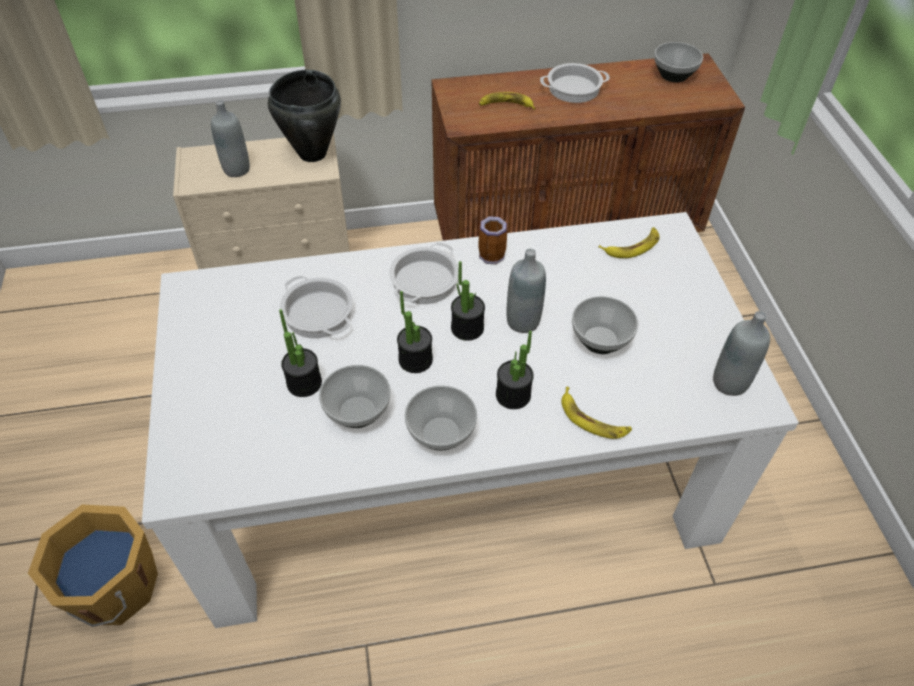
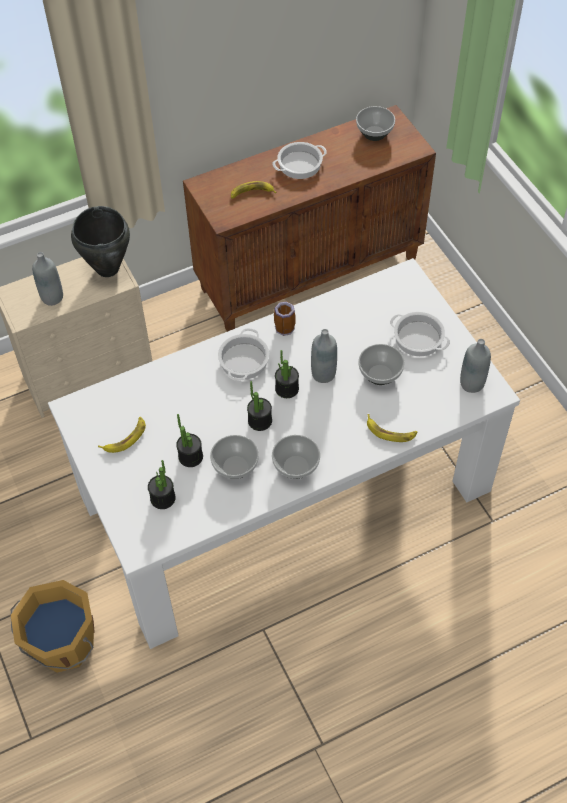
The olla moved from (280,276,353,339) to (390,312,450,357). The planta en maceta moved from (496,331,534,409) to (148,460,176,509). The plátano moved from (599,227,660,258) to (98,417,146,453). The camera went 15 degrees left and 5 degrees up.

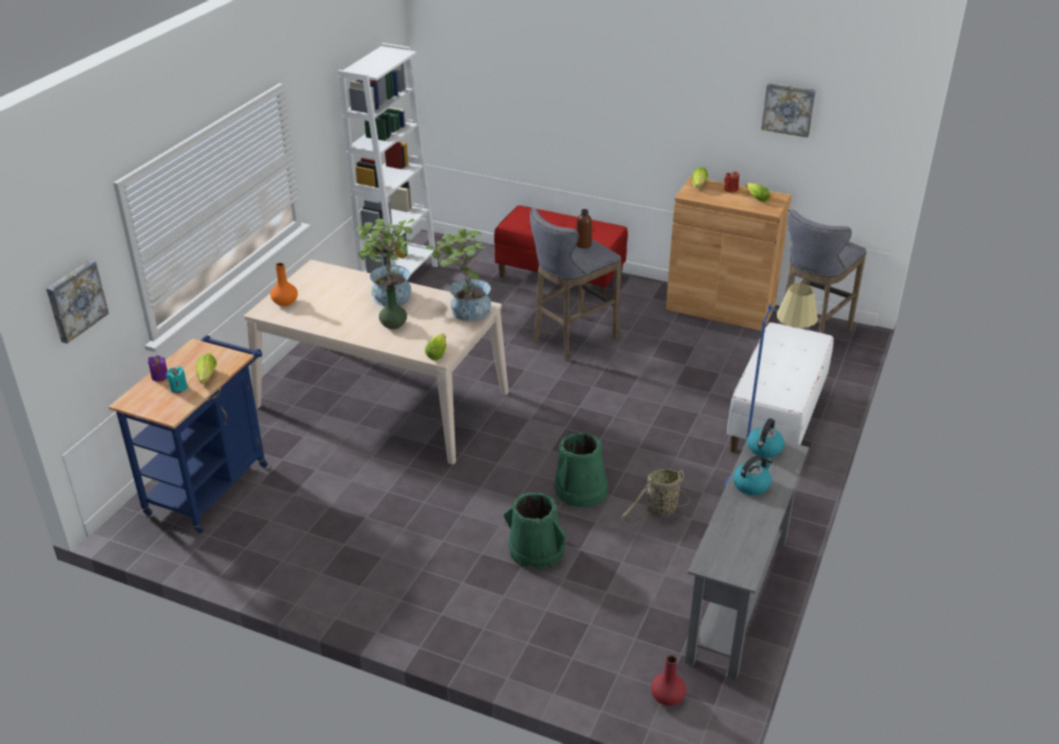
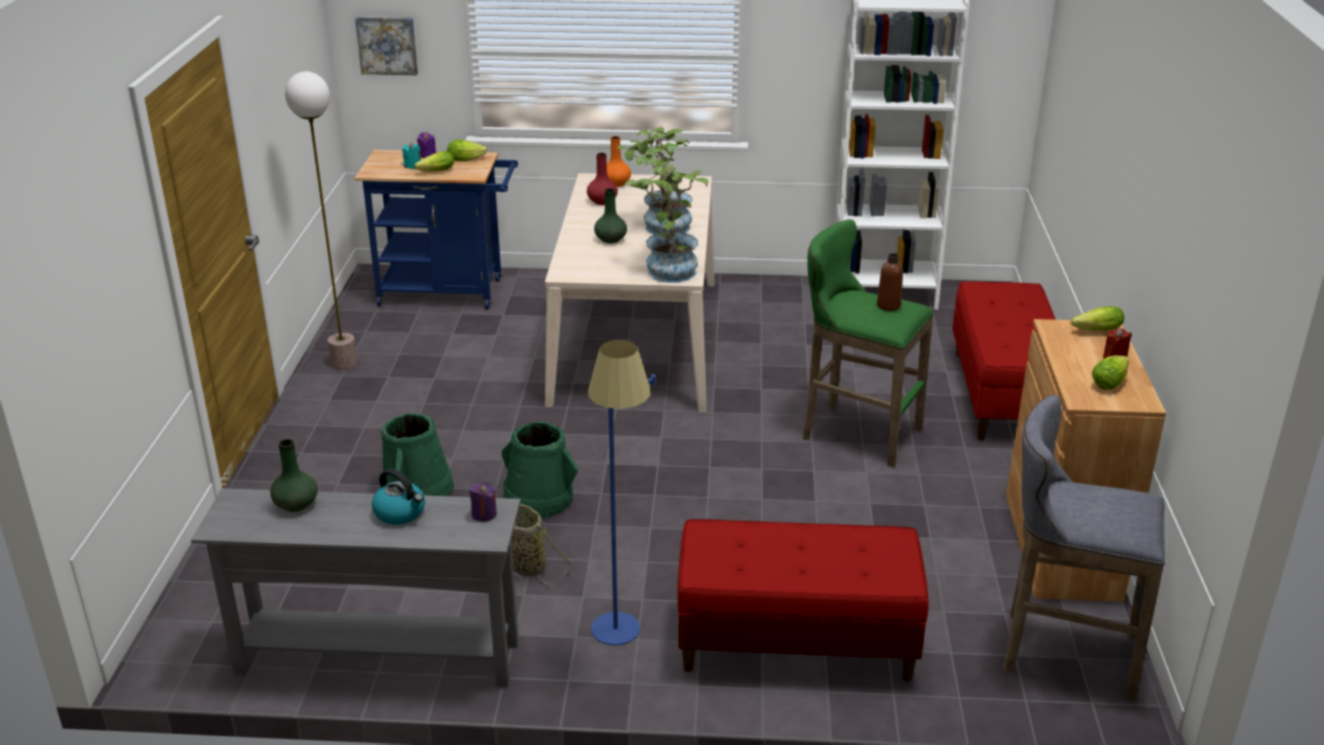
The cuadro at (761,83,816,138) disappeared. The florero (verde) at (270,439,318,512) appeared. The lámpara de pie at (285,72,357,370) appeared. The lechuga moved from (425,334,446,361) to (447,139,487,161). The florero (rojo) moved from (651,655,686,706) to (587,153,618,205). The hervidor at (747,418,784,458) was replaced by the vela (morado) at (470,481,497,522). The taburete (gris) at (530,208,622,361) became the taburete (verde) at (803,219,934,468). The banco (blanco) at (727,322,834,452) became the banco (rojo) at (677,519,929,682). The camera went 70 degrees right and 5 degrees down.

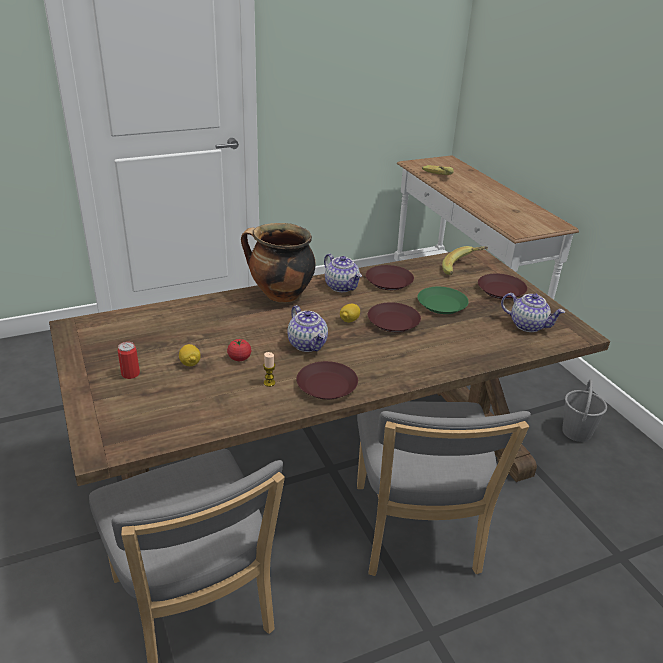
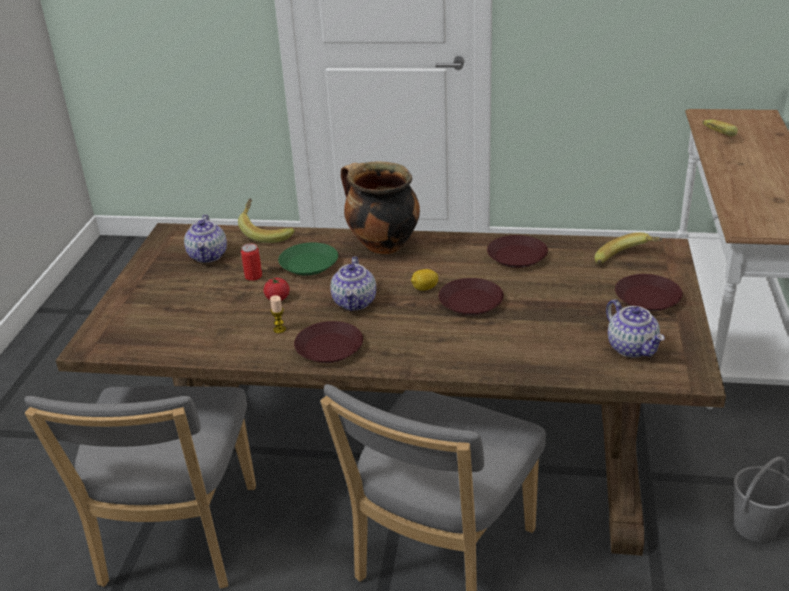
The limón at (179,344,201,366) disappeared. The plátano at (238,199,295,243) appeared. The lata moved from (118,342,140,379) to (241,243,262,281). The tetera moved from (324,253,362,292) to (184,214,227,263). The plato (verde) moved from (417,287,469,314) to (278,242,338,275). The camera went 35 degrees right and 0 degrees up.

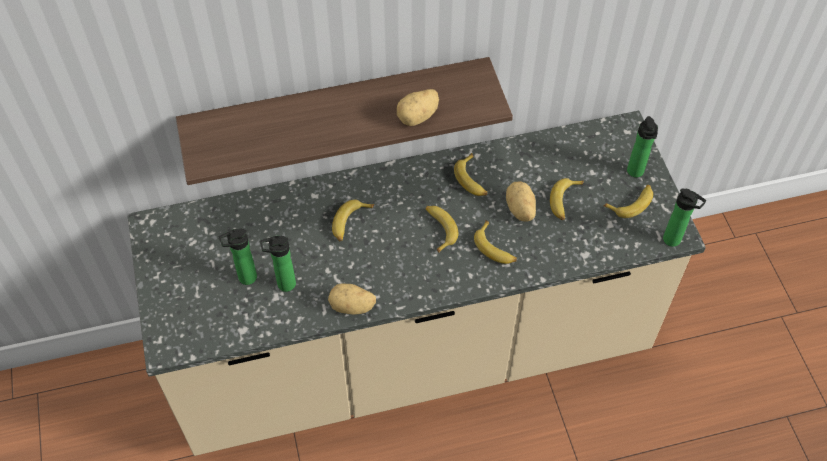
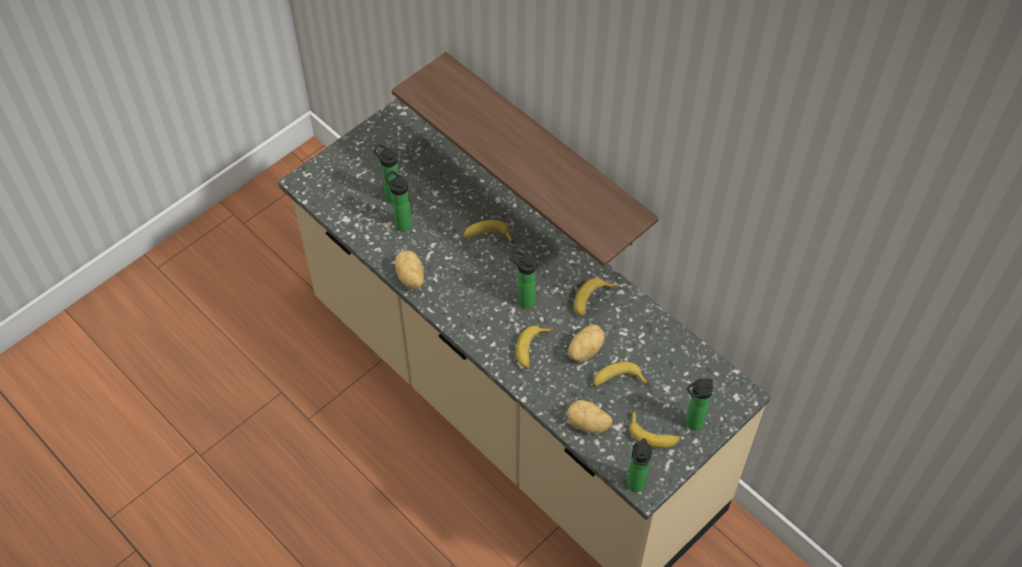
The patata moved from (397,89,439,126) to (567,400,613,433). The plátano at (426,206,458,253) was replaced by the botella at (511,250,536,309). The camera went 60 degrees right and 0 degrees up.

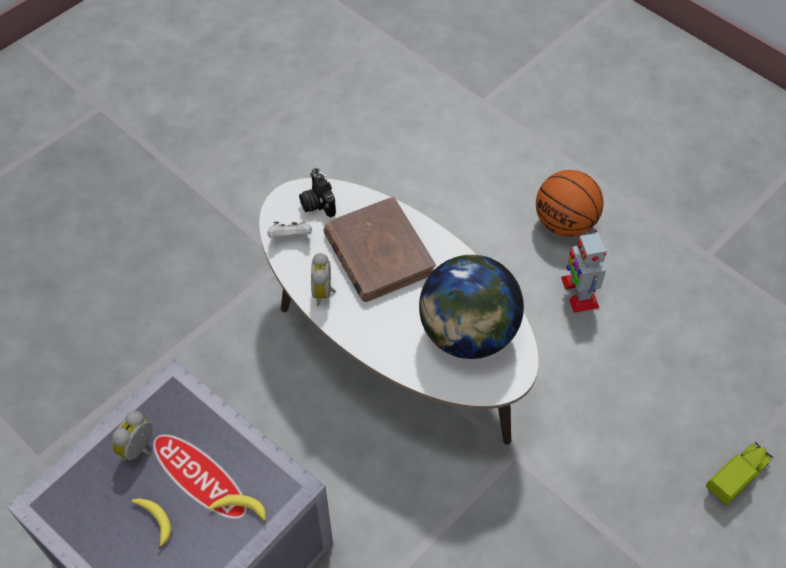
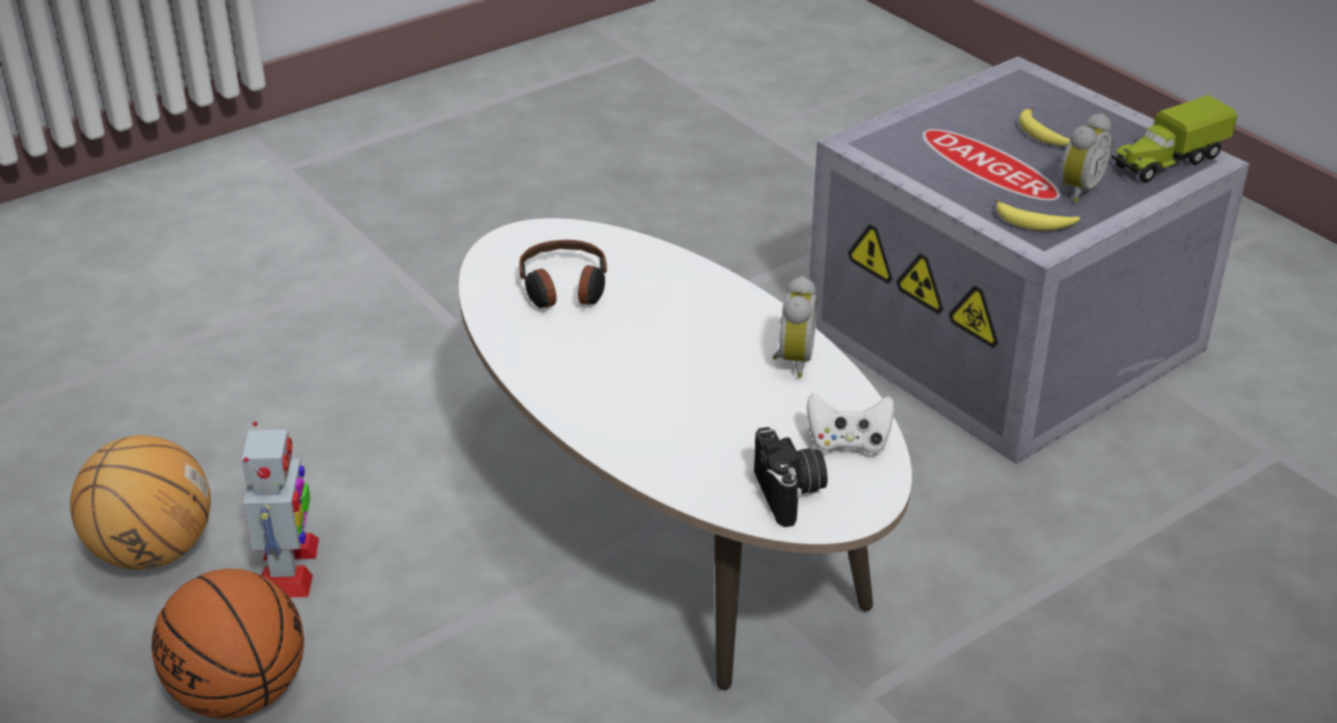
The libro (marrón) at (324,197,436,302) disappeared. The balón de baloncesto at (70,435,211,570) appeared. The plátano moved from (208,494,266,524) to (996,199,1080,230). The camión de juguete moved from (705,442,773,506) to (1111,95,1237,183). The globo terráqueo at (419,255,524,359) was replaced by the auriculares at (519,240,607,308). The camera went 170 degrees left and 20 degrees down.

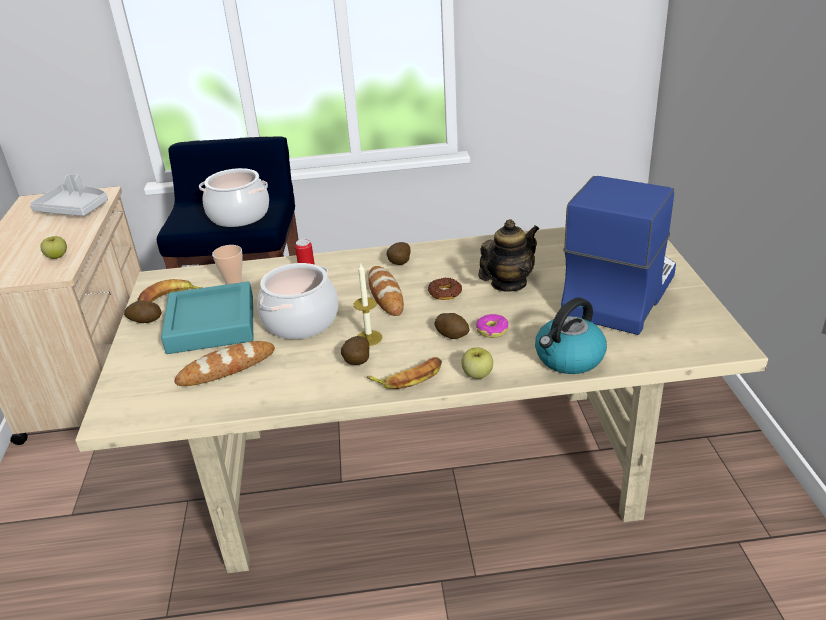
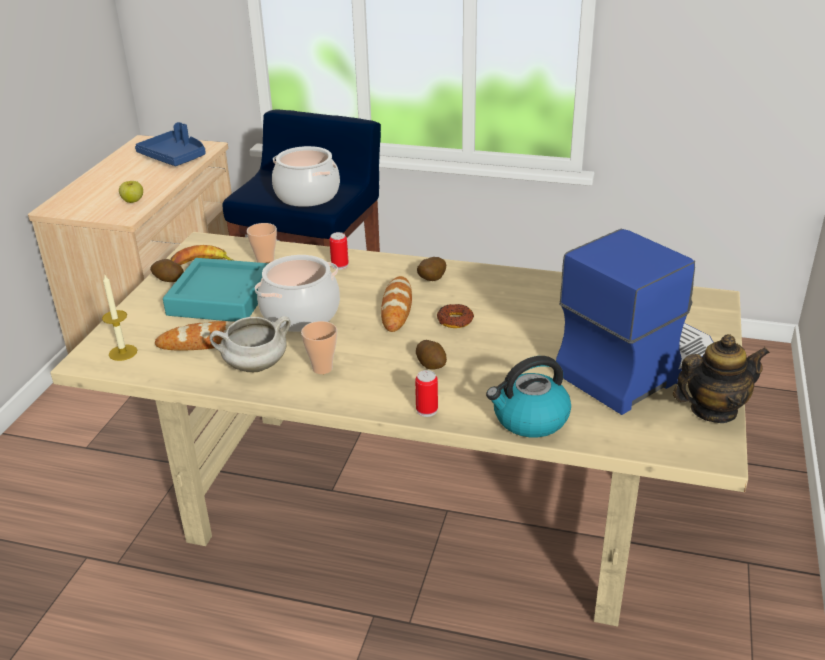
The plátano at (366,357,442,389) disappeared. The rosquilla at (476,314,509,338) disappeared. The olla (blanco) at (210,316,291,372) appeared. The vela moved from (354,262,382,346) to (102,275,137,361). The tetera moved from (478,219,539,292) to (673,334,770,423). The patata at (341,336,369,365) was replaced by the taza at (301,321,337,374). The manzana at (461,347,493,379) was replaced by the lata at (415,370,438,417). The bandeja (gris) at (30,174,108,216) became the bandeja (azul) at (135,122,206,166). The camera went 20 degrees right and 0 degrees up.

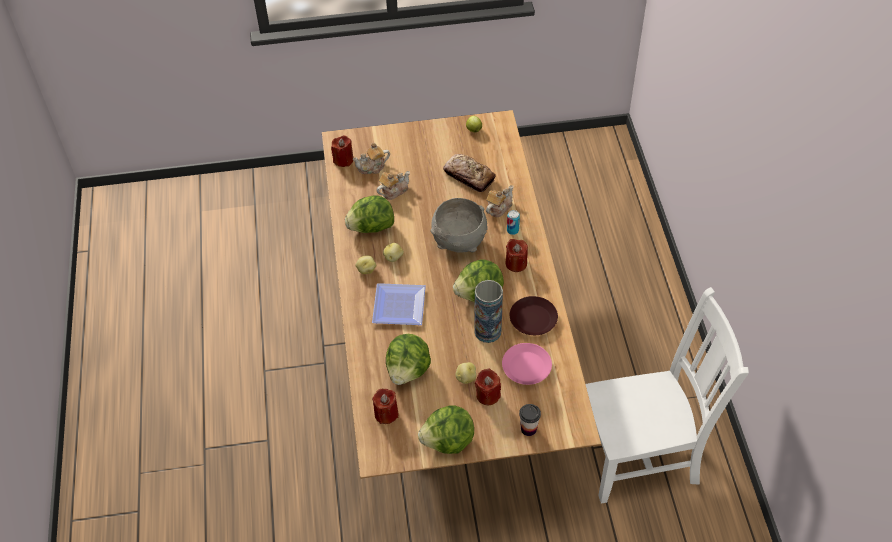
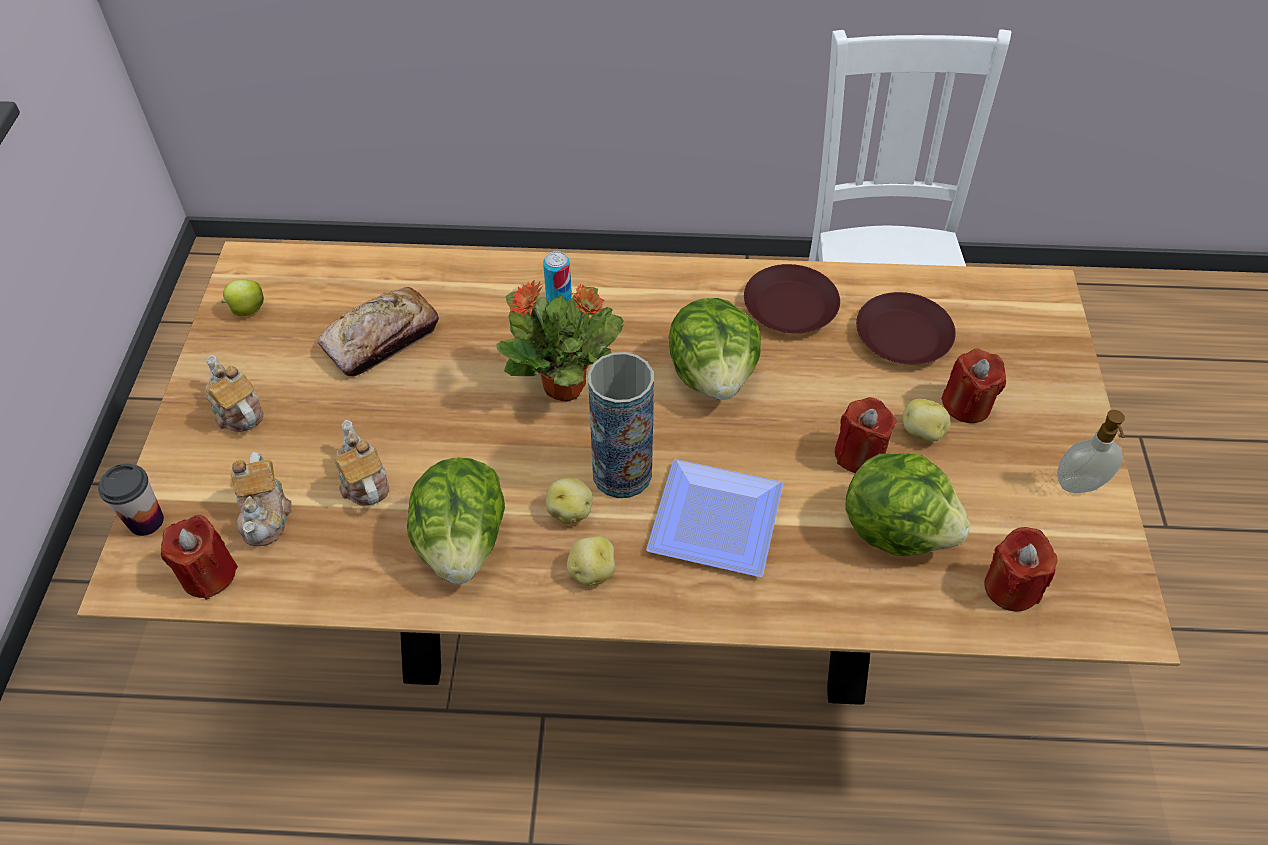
The florero moved from (474,280,503,343) to (588,352,654,498). The tetera moved from (486,185,513,217) to (205,355,264,432). The vela (rojo) moved from (505,239,528,272) to (835,397,896,473). The taza moved from (519,404,541,436) to (98,464,164,536). The lechuga at (418,406,474,454) was replaced by the dispensador de jabón at (1057,410,1125,493). The cuenco (gris) at (430,198,488,253) was replaced by the planta en maceta at (496,280,623,402). The plato (rosa) at (502,343,552,385) became the plato (marrón) at (856,292,956,365). The camera went 80 degrees left and 0 degrees up.

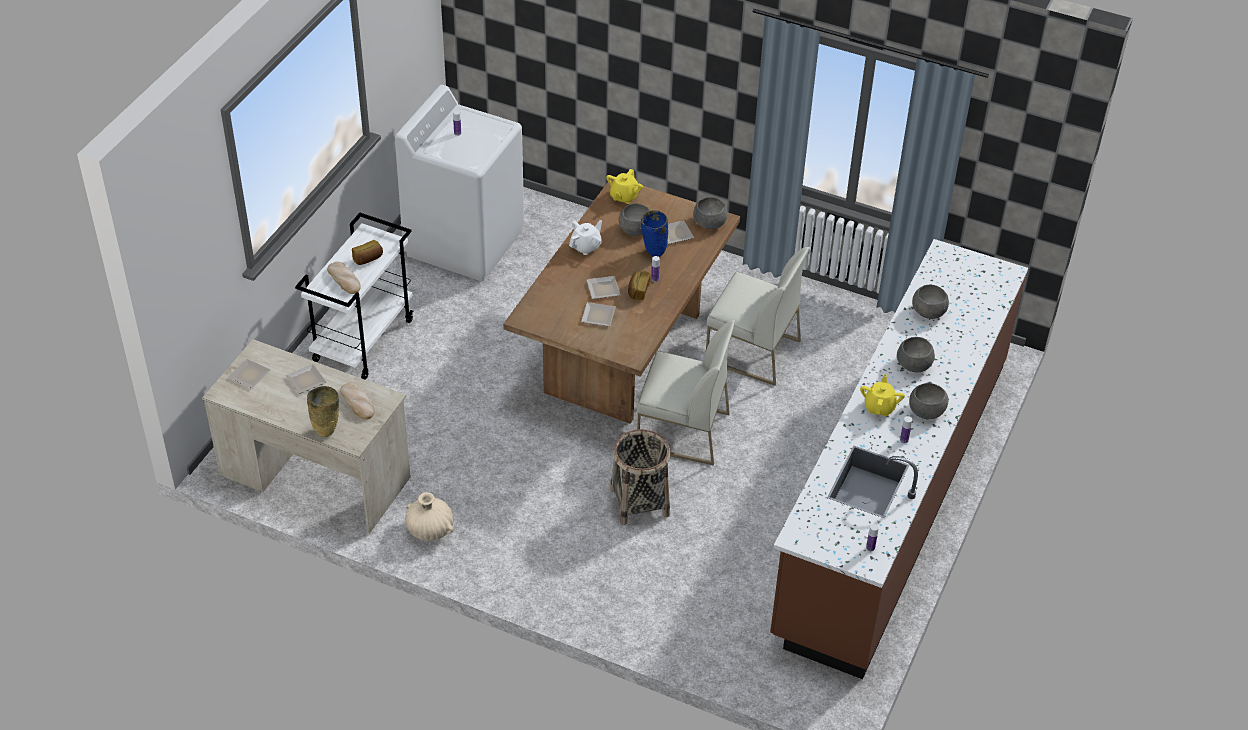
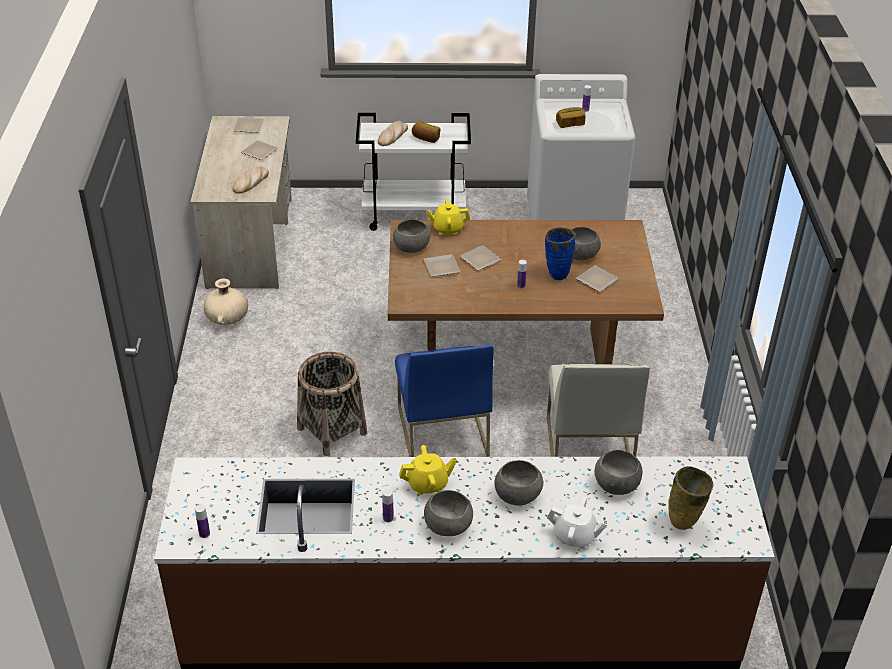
The florero (beis) moved from (307,386,339,437) to (668,466,713,530). The tetera (blanco) moved from (569,220,602,255) to (547,497,608,549). The tetera (amarillo) moved from (606,169,643,204) to (426,199,470,235). The pan moved from (628,271,650,300) to (556,107,586,128). The cuenco (gris) moved from (693,197,728,229) to (393,220,430,253). The silla (blanco) at (637,320,736,465) became the silla (azul) at (395,344,494,457). The camera went 65 degrees right and 5 degrees down.

